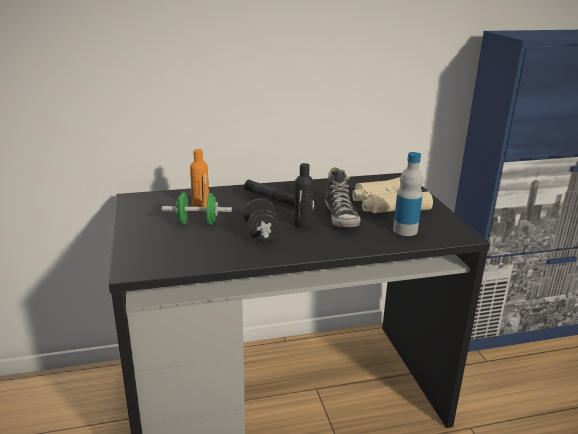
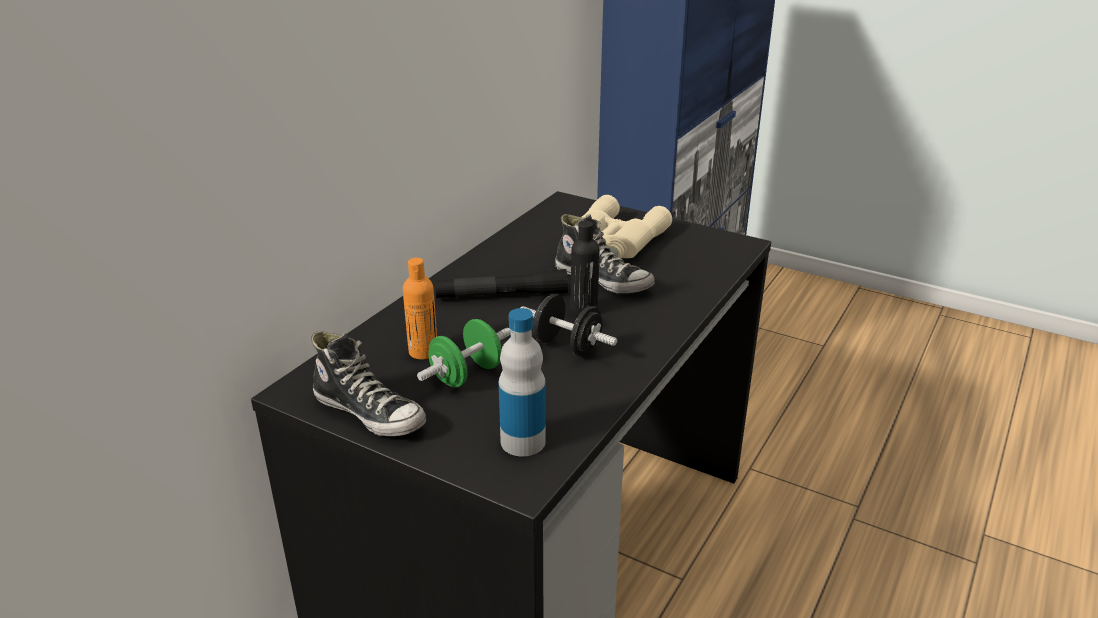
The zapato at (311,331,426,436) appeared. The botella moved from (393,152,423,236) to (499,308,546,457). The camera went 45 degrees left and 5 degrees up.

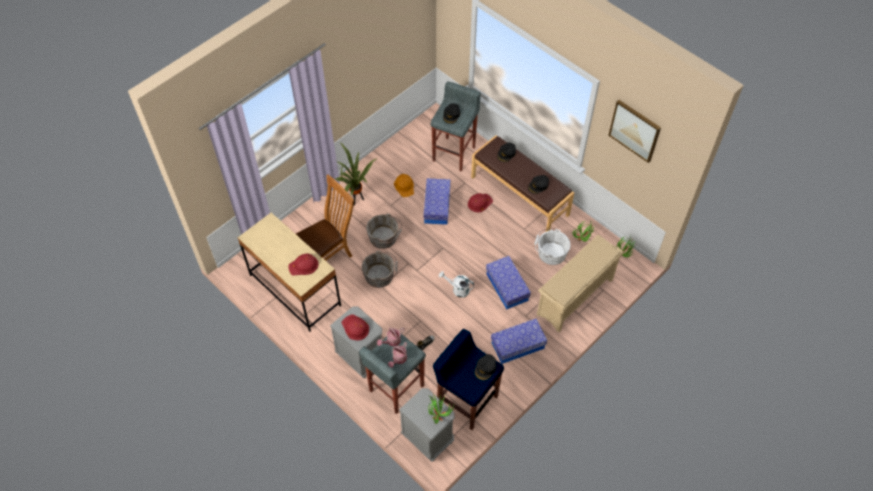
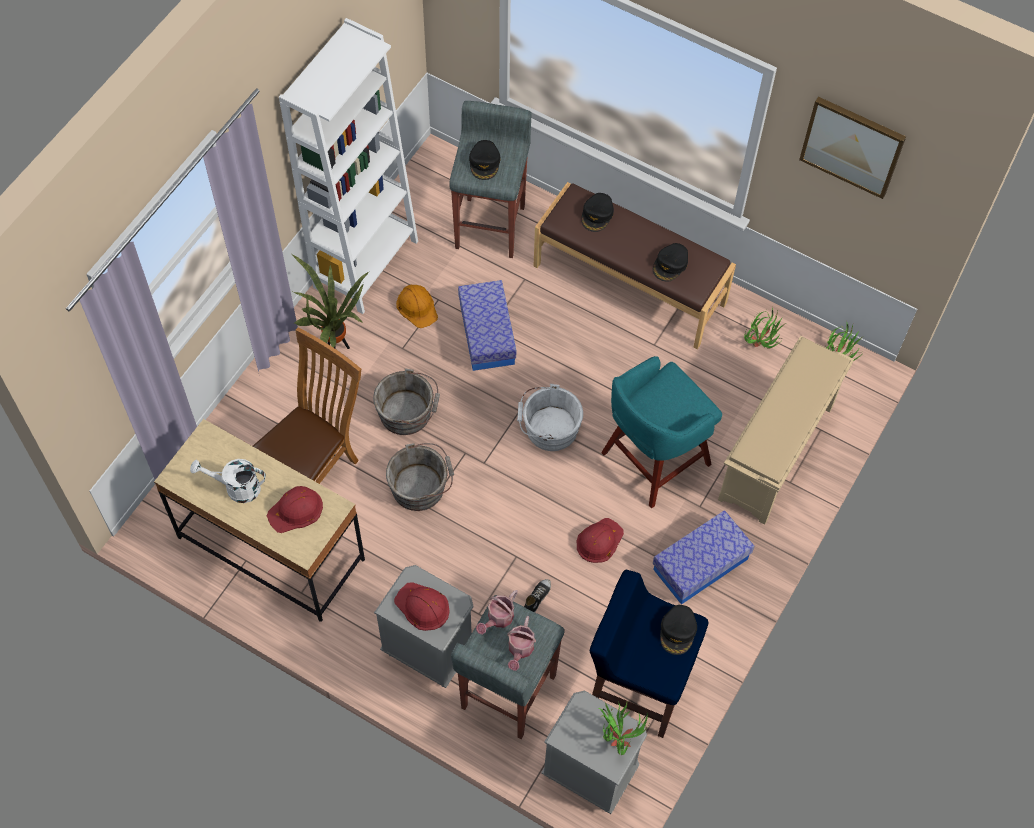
The estantería (blanco) at (279,18,418,314) appeared. The regadera (blanco) moved from (439,271,474,298) to (190,459,266,503). The casco (rojo) moved from (468,193,493,212) to (577,518,624,563). The cubo (blanco) moved from (534,229,570,265) to (517,384,583,451). The caja de almacenaje at (486,256,531,310) was replaced by the taburete (turquesa) at (601,356,722,508). The camera went 15 degrees left and 5 degrees up.

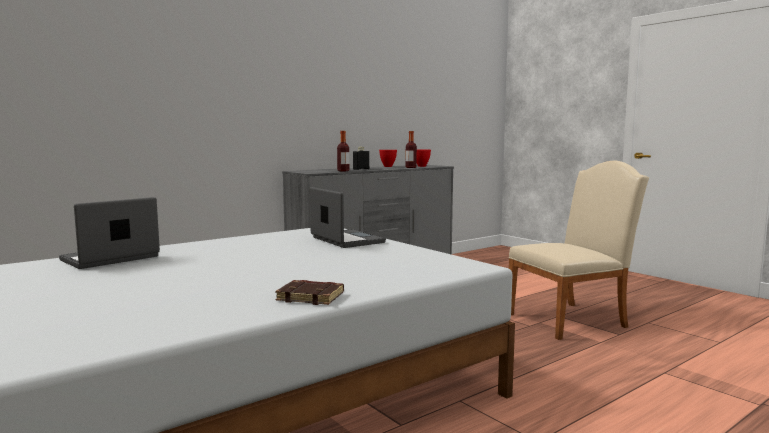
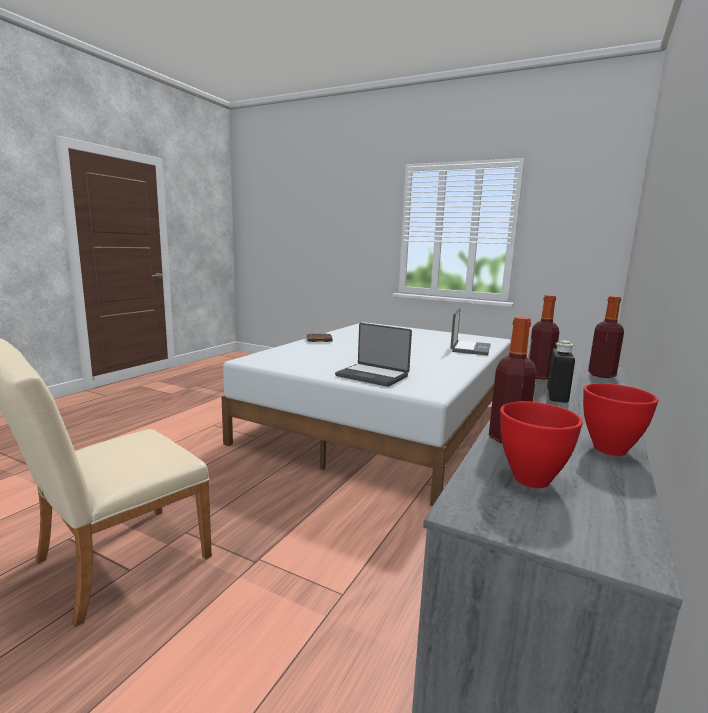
The botella at (588,296,624,378) appeared. The camera went 155 degrees right and 5 degrees up.

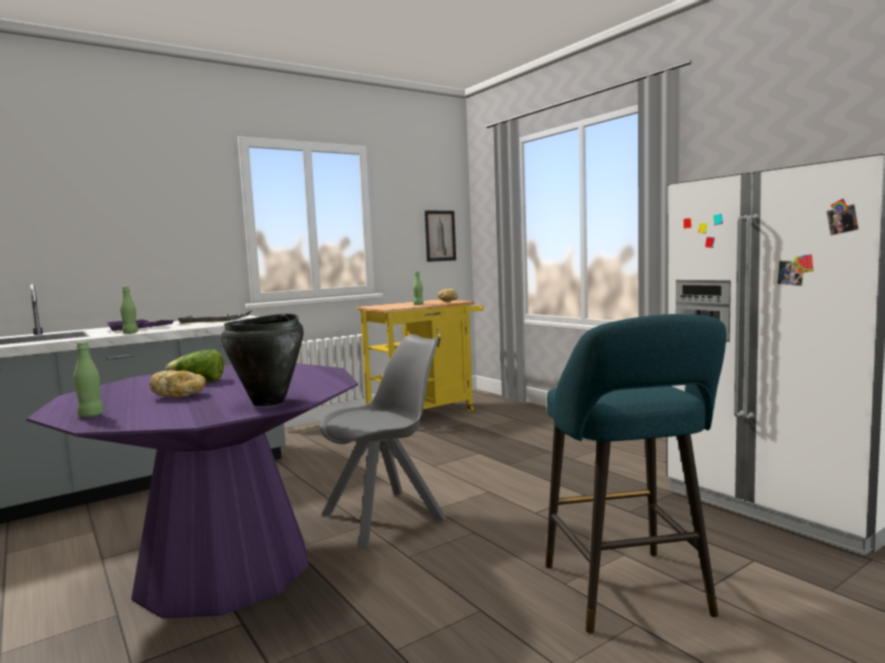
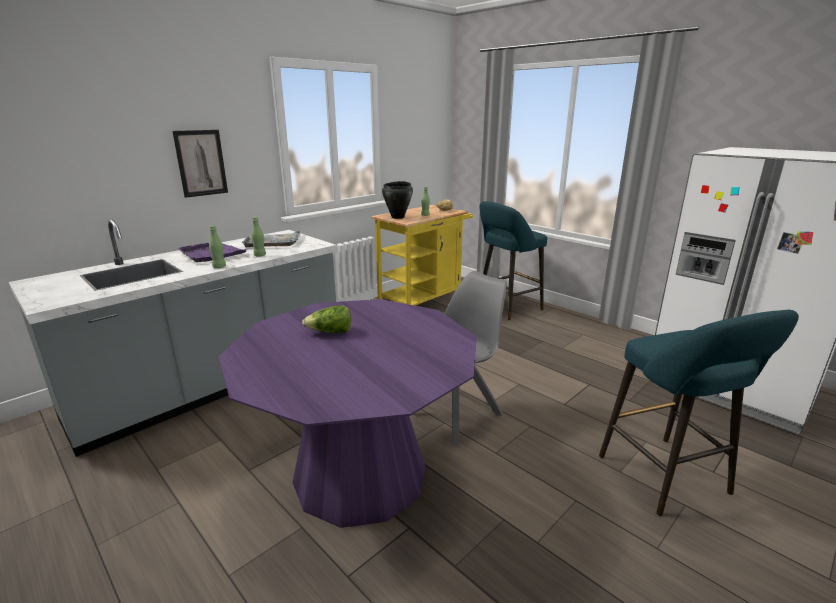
The pan at (149,370,206,397) disappeared. The taburete (turquesa) at (479,201,547,320) appeared. The botella (verde) moved from (74,341,104,417) to (251,217,266,257). The olla (negro) moved from (221,313,304,406) to (382,181,413,219). The cuadro moved from (425,211,456,262) to (172,130,228,198). The camera went 10 degrees left and 15 degrees up.

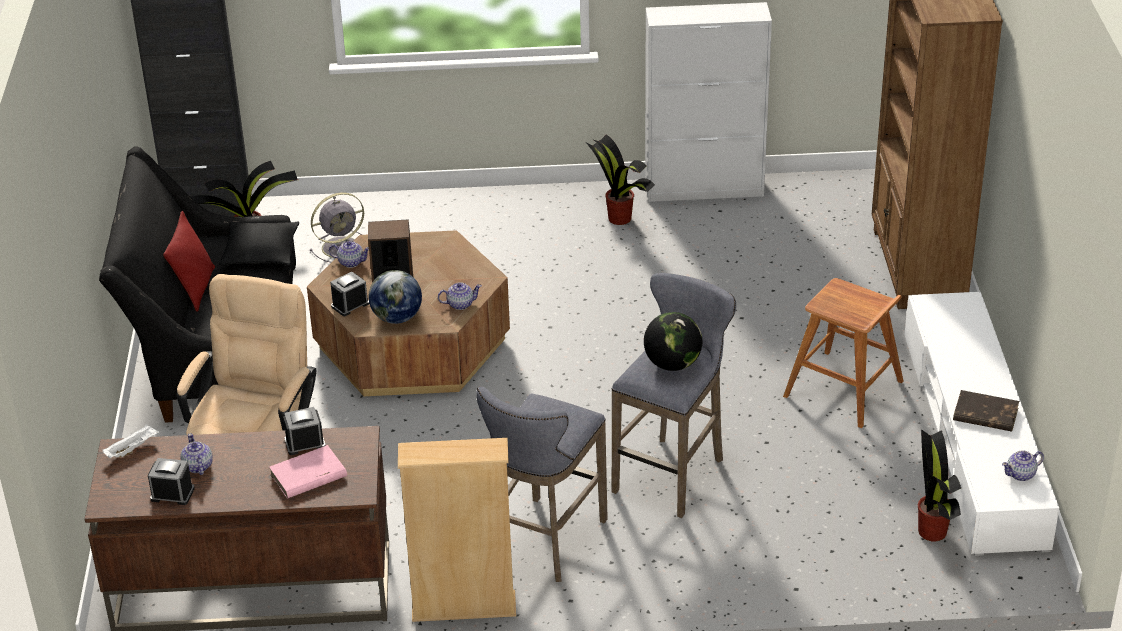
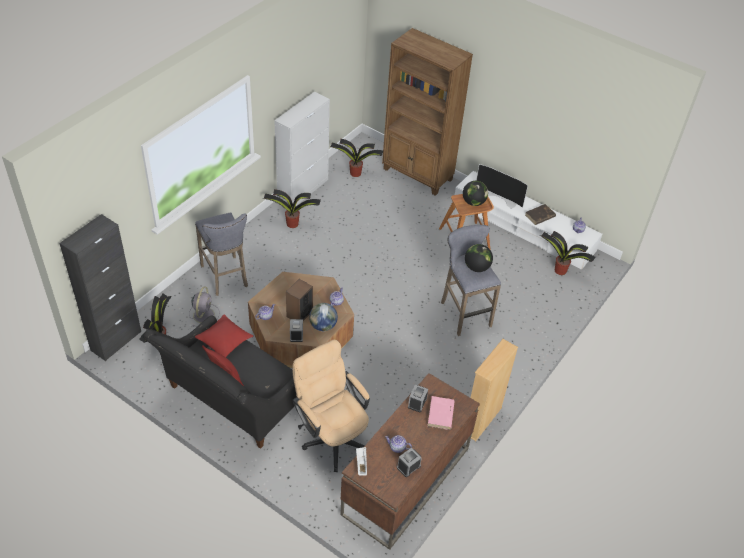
The planta en maceta at (330,139,383,177) appeared. The globo terráqueo at (463,181,488,206) appeared. The televisor at (476,164,528,209) appeared. The taburete (gris) moved from (476,387,608,582) to (195,212,248,296). The cojín (negro) at (219,221,299,266) became the cojín (rojo) at (195,314,253,357). The camera went 55 degrees left and 10 degrees up.

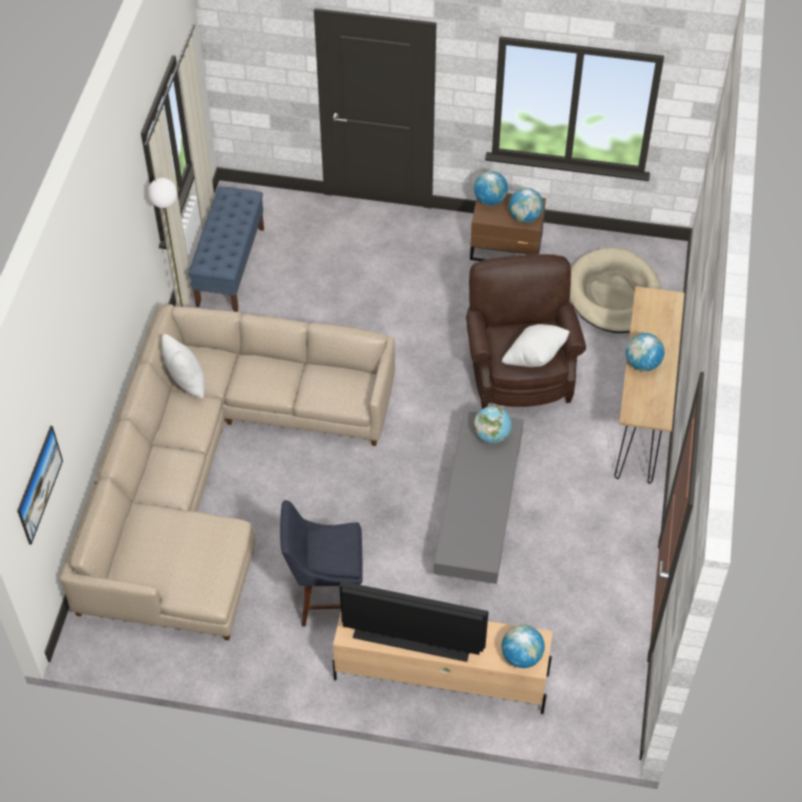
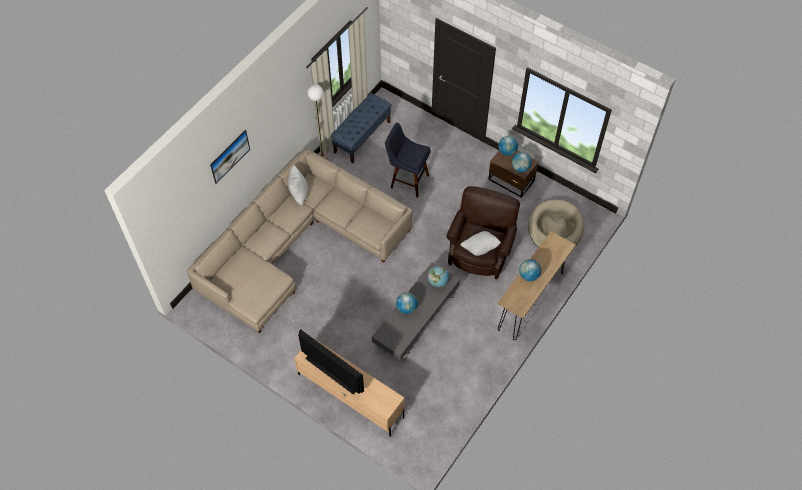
The cuadro moved from (17,426,63,545) to (210,130,250,184). The taburete (azul) moved from (280,500,363,627) to (385,123,431,198). The globo terráqueo moved from (502,625,545,668) to (396,292,418,314). The camera went 25 degrees right and 5 degrees up.

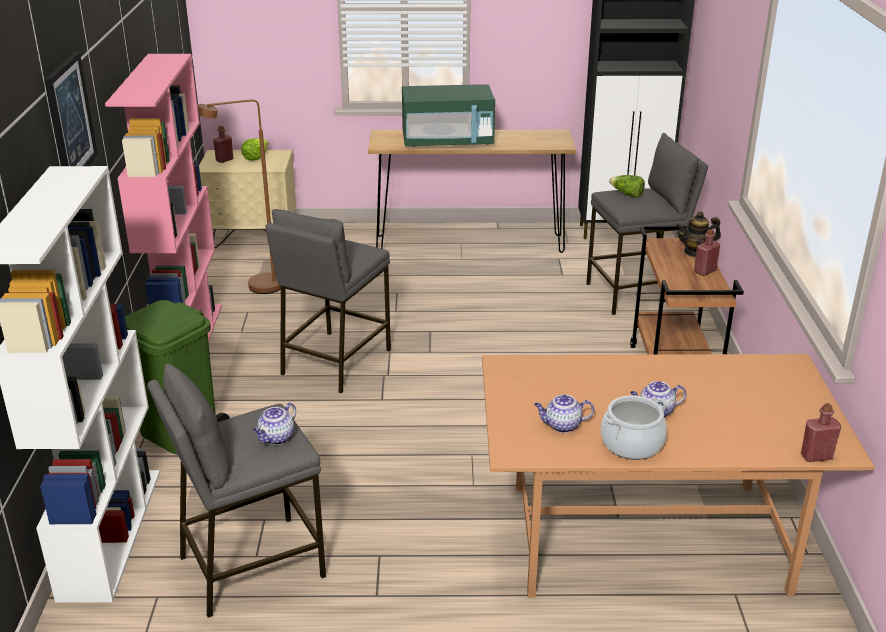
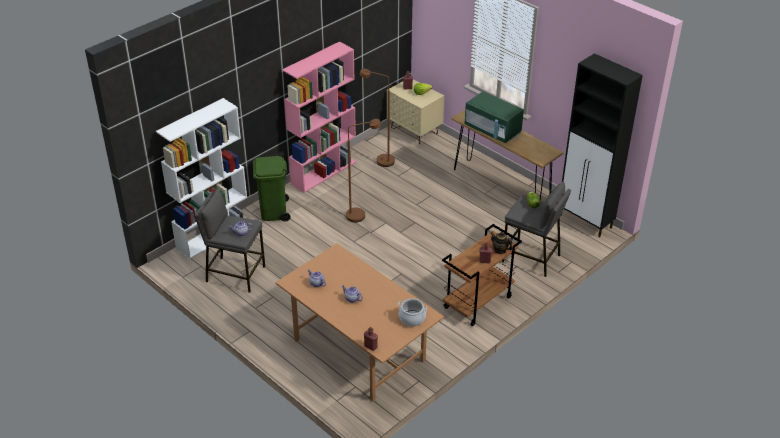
The cuadro at (44,51,98,166) disappeared. The olla moved from (600,396,667,460) to (398,298,427,326). The taburete (gris) at (265,209,391,393) was replaced by the lámpara de pie (marrón) at (346,119,381,222). The camera went 45 degrees right and 10 degrees up.

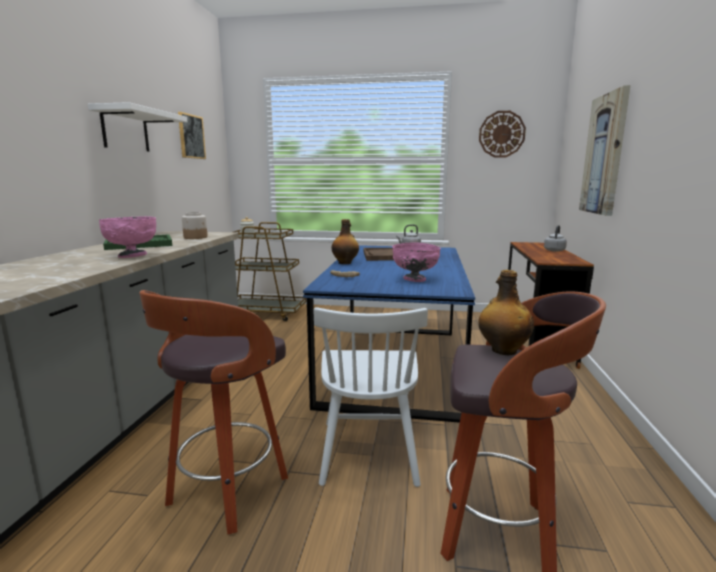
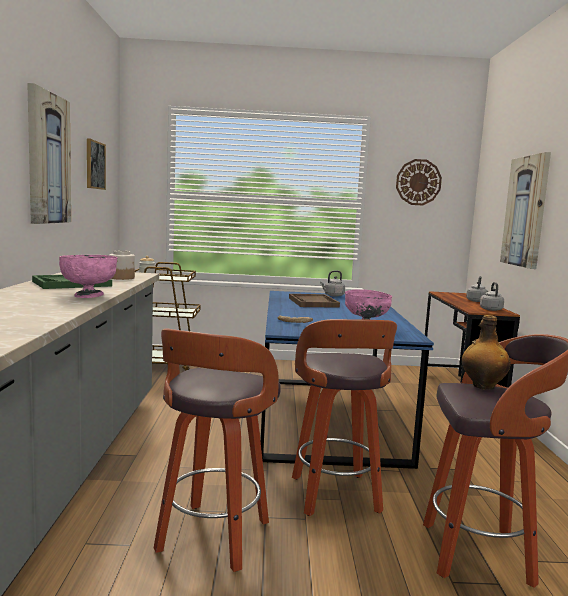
The botella at (332,219,359,264) disappeared. The hervidor (gris) at (480,282,504,311) appeared. The estante (blanco) at (88,102,187,151) was replaced by the cuadro at (27,83,71,224). The silla (blanco) at (314,307,428,487) was replaced by the taburete at (292,319,397,516). The camera went 10 degrees left and 5 degrees down.

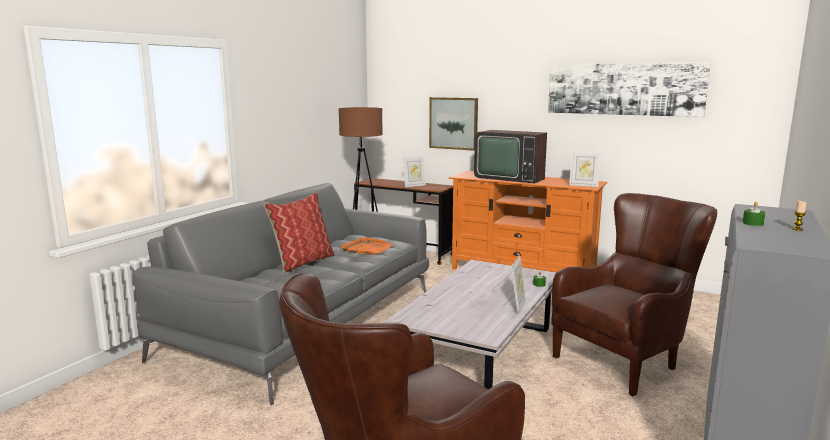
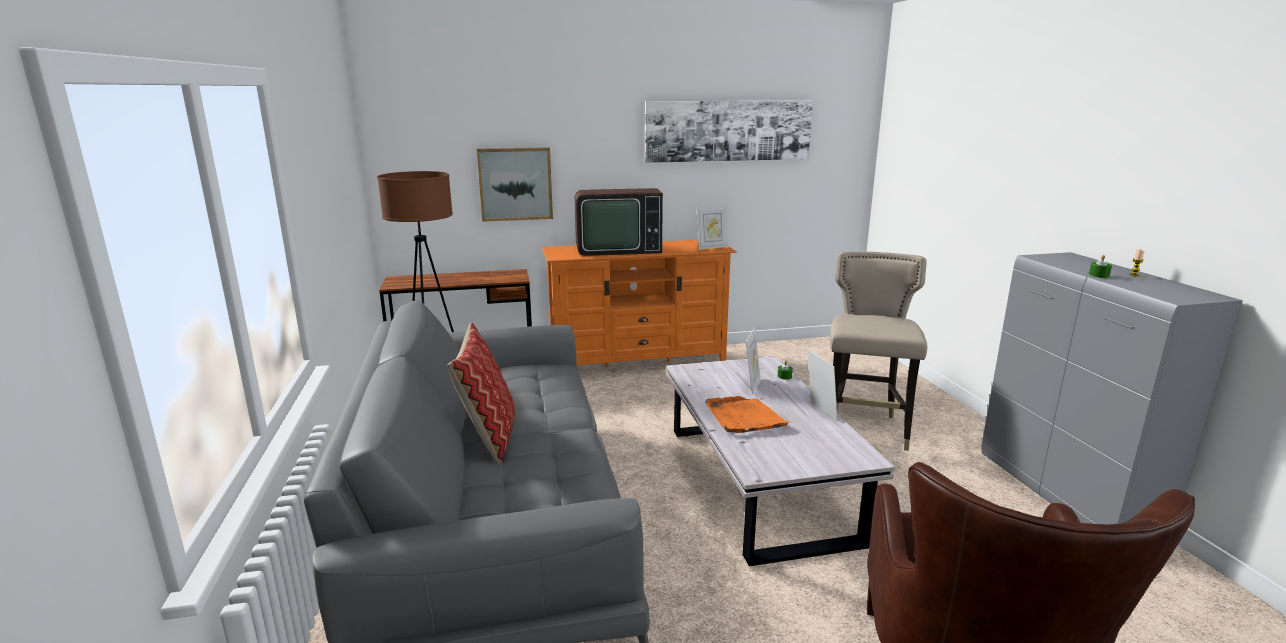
The bandeja (naranja) moved from (341,237,394,255) to (705,396,791,433). The portarretratos moved from (403,156,426,187) to (746,328,761,394). The sillón (marrón) at (551,193,717,396) was replaced by the taburete (beis) at (830,251,927,451). The camera went 40 degrees left and 5 degrees up.

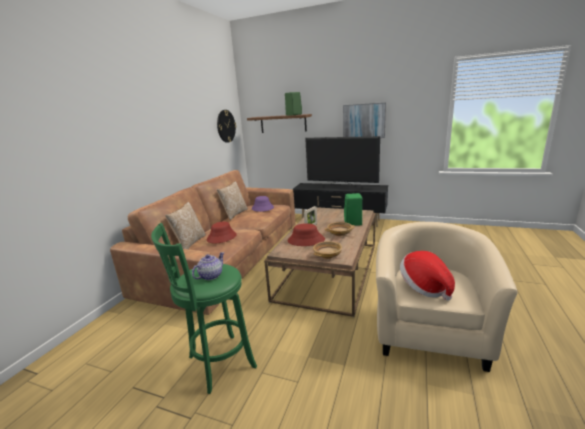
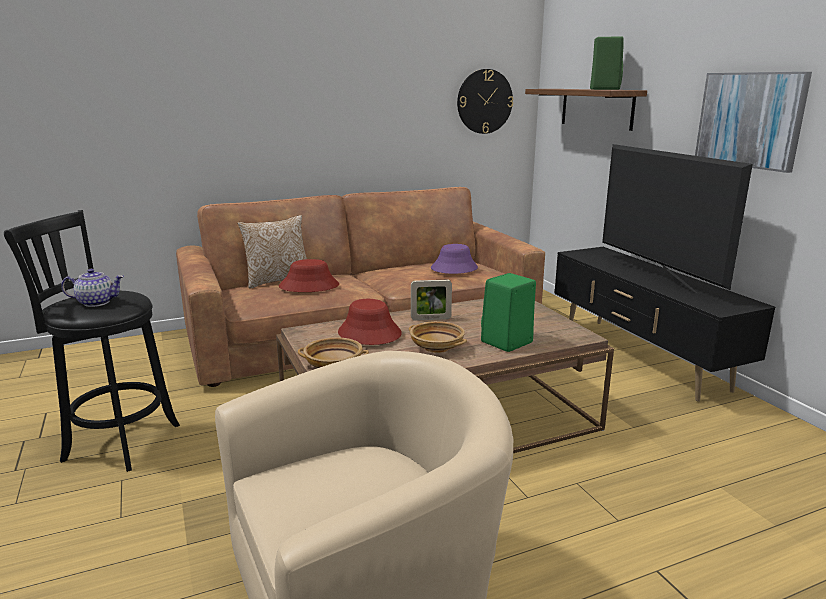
The cojín at (217,181,248,220) disappeared. The sombrero at (400,251,455,301) disappeared. The taburete (verde) at (151,223,257,394) became the taburete (negro) at (4,210,180,472). The camera went 45 degrees right and 0 degrees up.

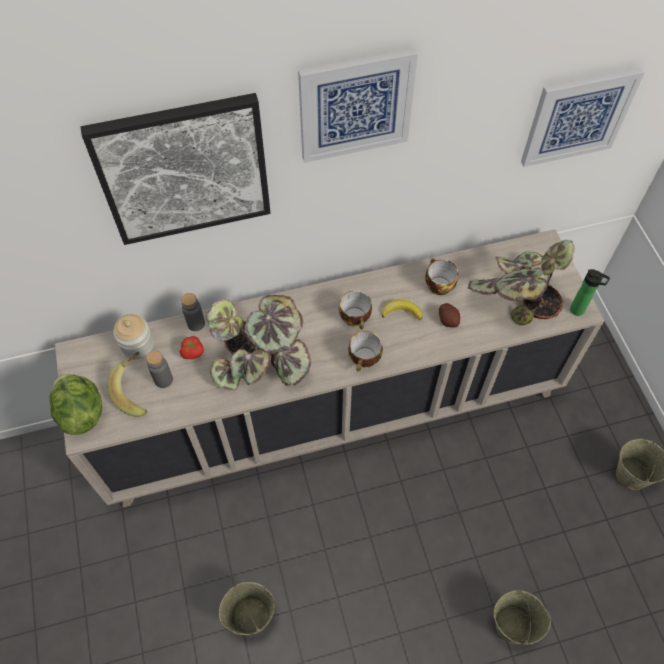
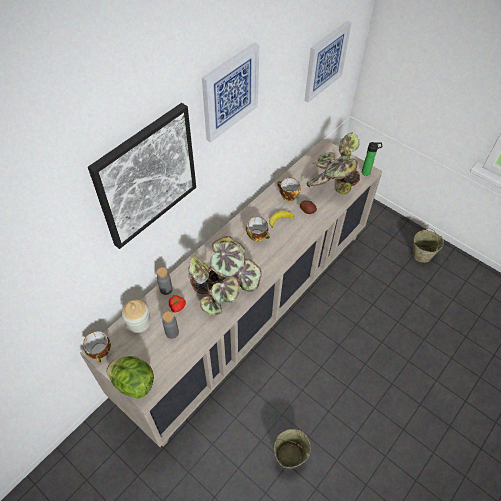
The plátano at (107,352,147,417) disappeared. The cubo (beis) at (494,590,551,645) disappeared. The taza moved from (348,331,383,371) to (83,331,111,363). The camera went 35 degrees left and 5 degrees down.

